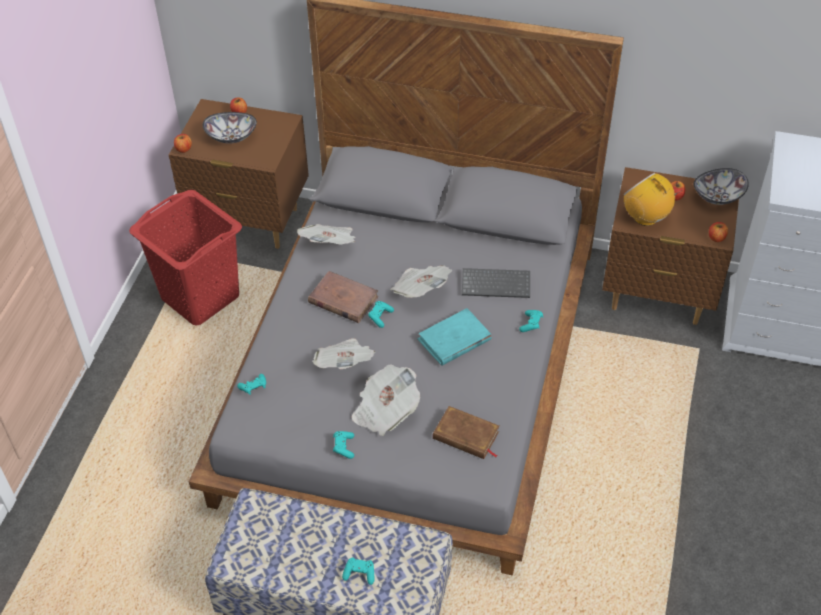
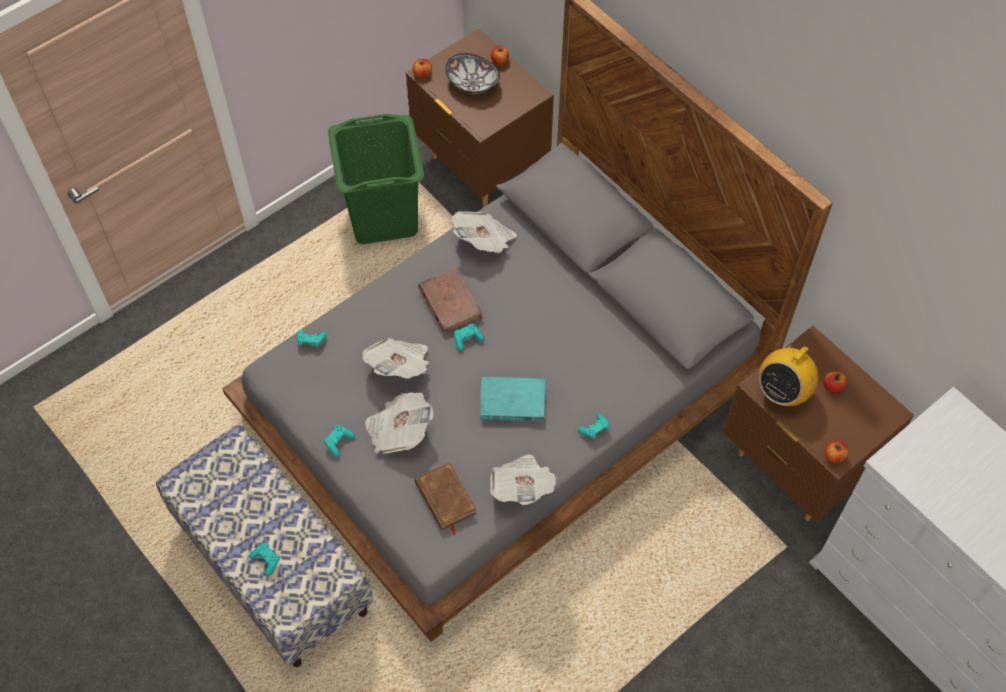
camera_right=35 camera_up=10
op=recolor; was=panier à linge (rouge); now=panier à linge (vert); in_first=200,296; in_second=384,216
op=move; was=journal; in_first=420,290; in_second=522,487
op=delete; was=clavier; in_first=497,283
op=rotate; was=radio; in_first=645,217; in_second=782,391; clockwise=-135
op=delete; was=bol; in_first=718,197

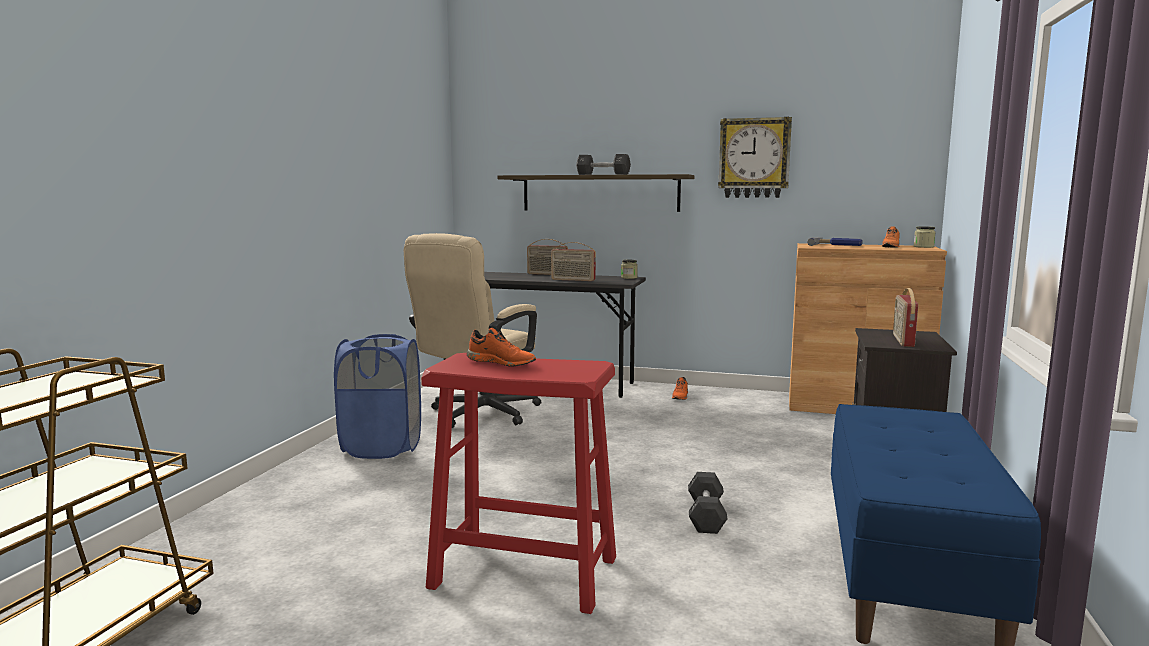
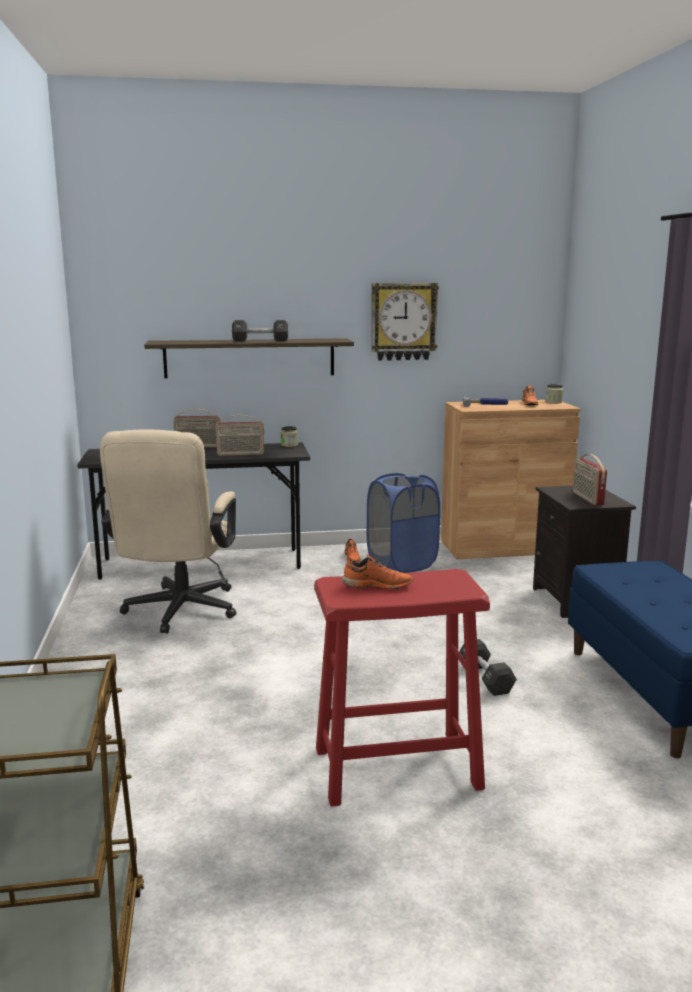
camera_right=-25 camera_up=5
op=move; was=panier à linge (bleu); in_first=382,447; in_second=402,563

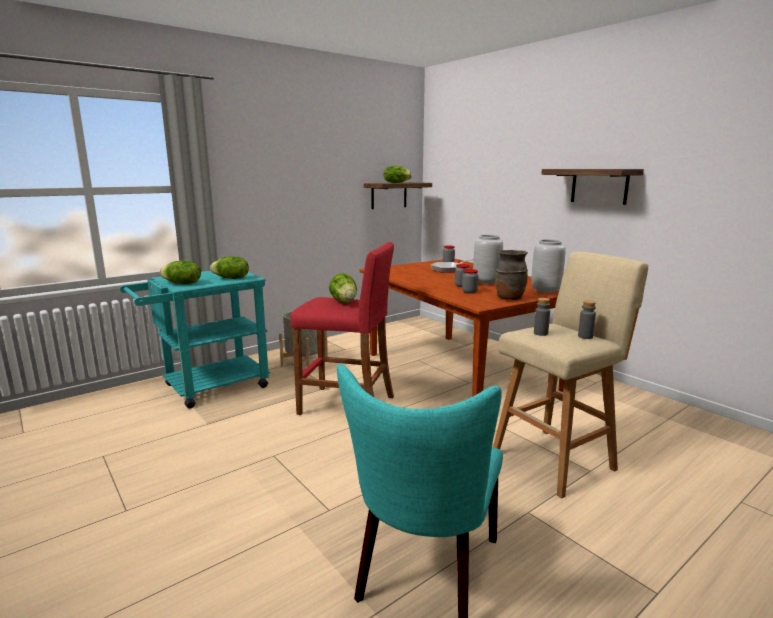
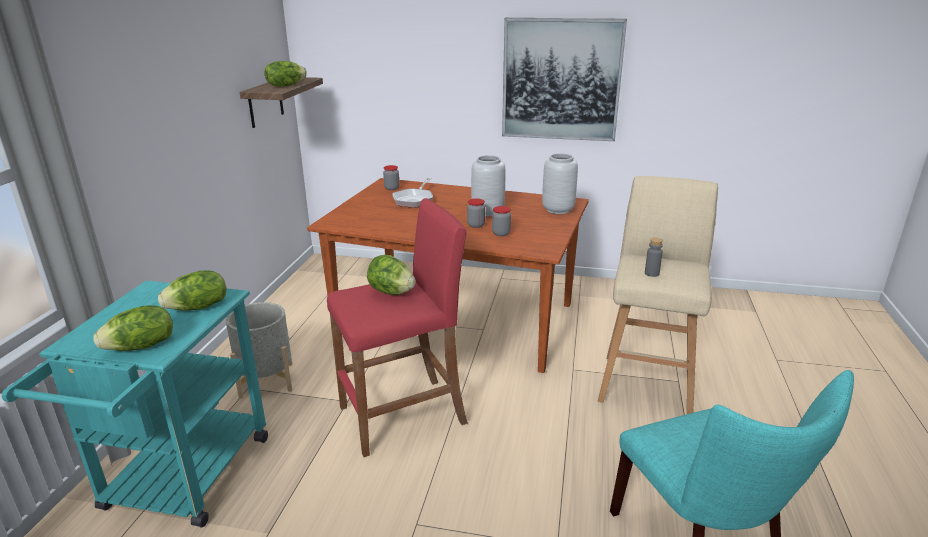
camera_right=-40 camera_up=10
op=delete; was=vase (marron); in_first=509,298
op=replace; was=étagère; now=tableau; in_first=599,186; in_second=561,80
op=delete; was=bouteille (gris); in_first=585,336

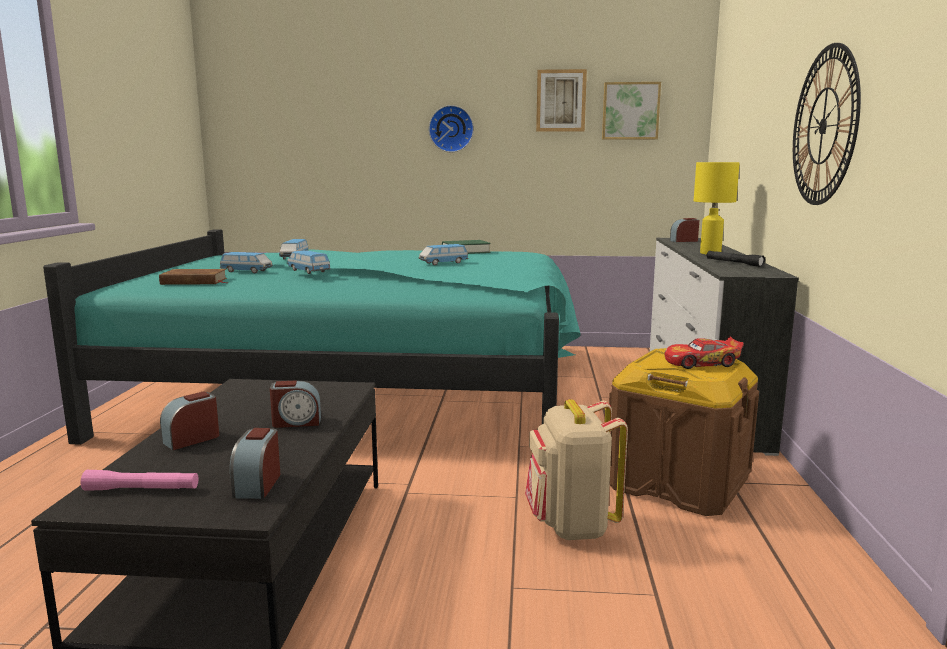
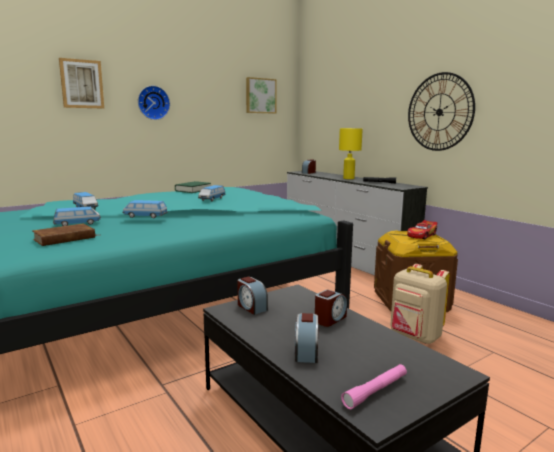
camera_right=-40 camera_up=0
op=move; was=réveil; in_first=257,485; in_second=251,307
op=move; was=tableau; in_first=561,101; in_second=81,84

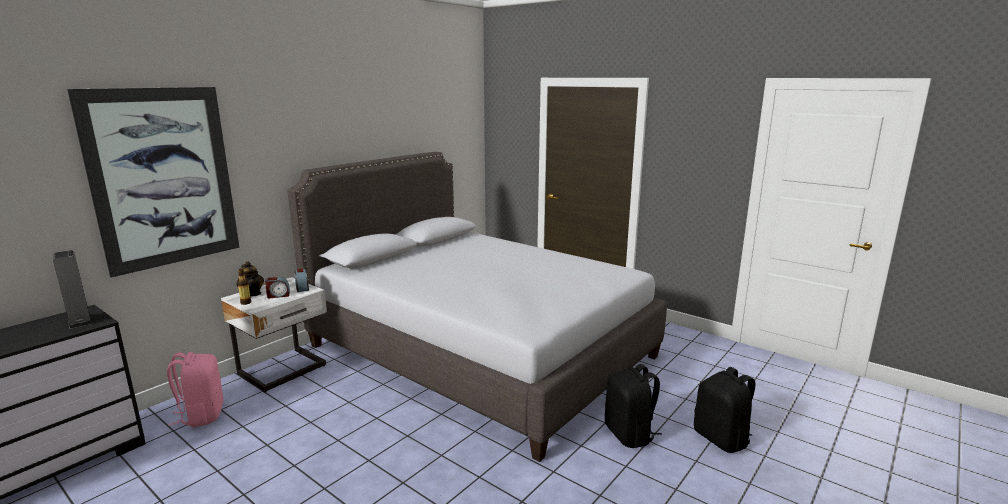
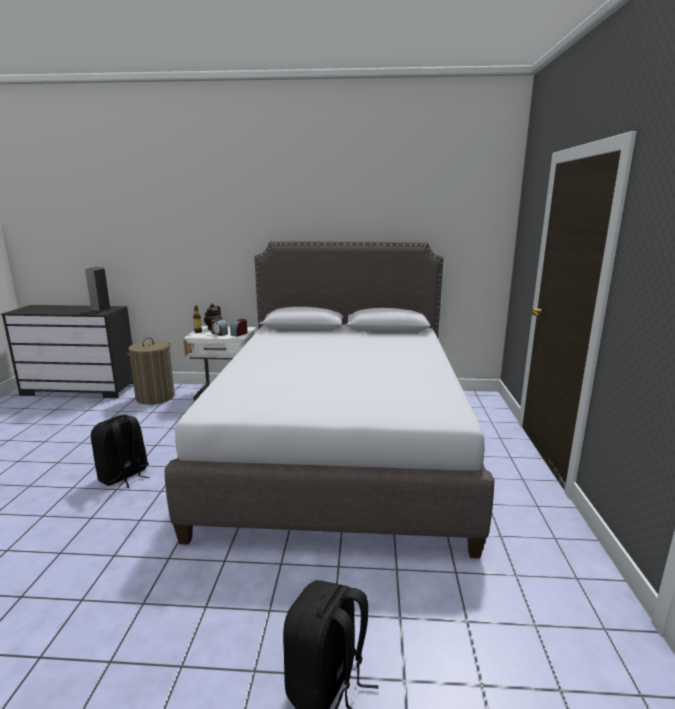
camera_right=55 camera_up=0
op=delete; was=tableau; in_first=163,178
op=replace; was=sac à dos (rose); now=panier à linge; in_first=202,415; in_second=155,397
op=move; was=sac à dos (noir); in_first=630,434; in_second=124,476

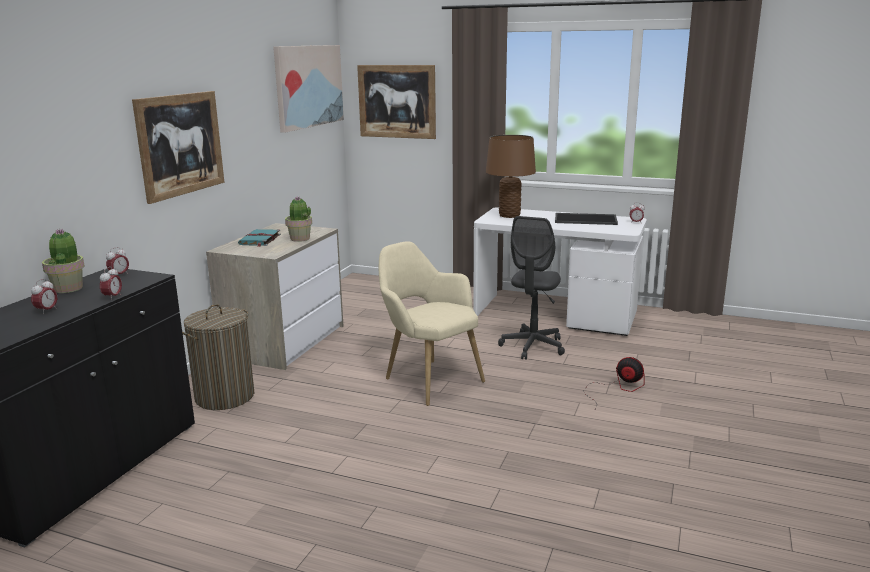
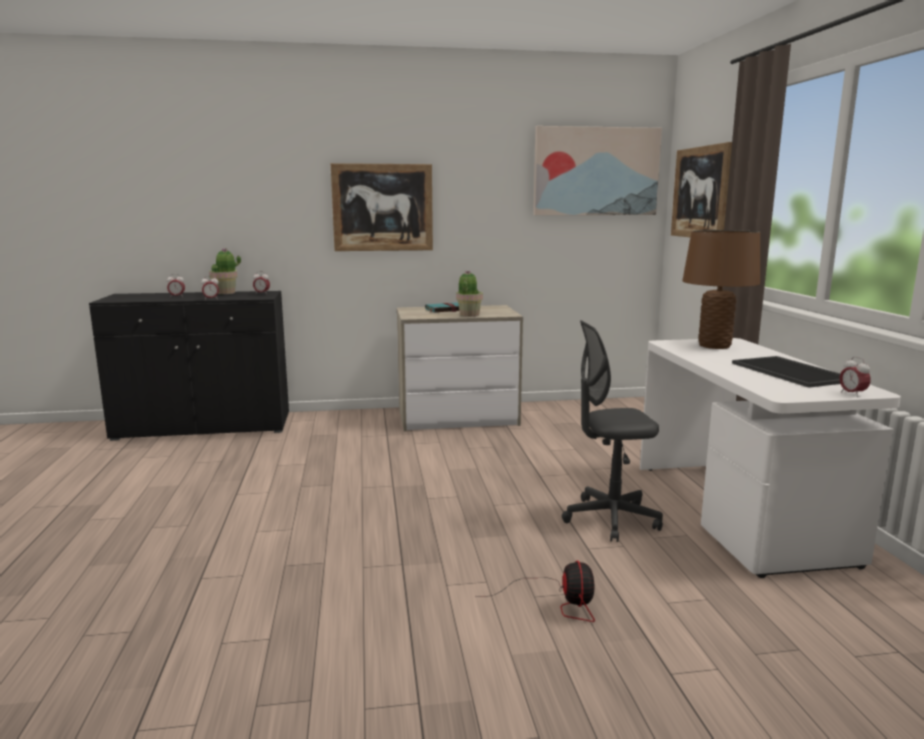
camera_right=60 camera_up=-5
op=delete; was=panier à linge; in_first=225,396
op=delete; was=fauteuil (beige); in_first=428,379

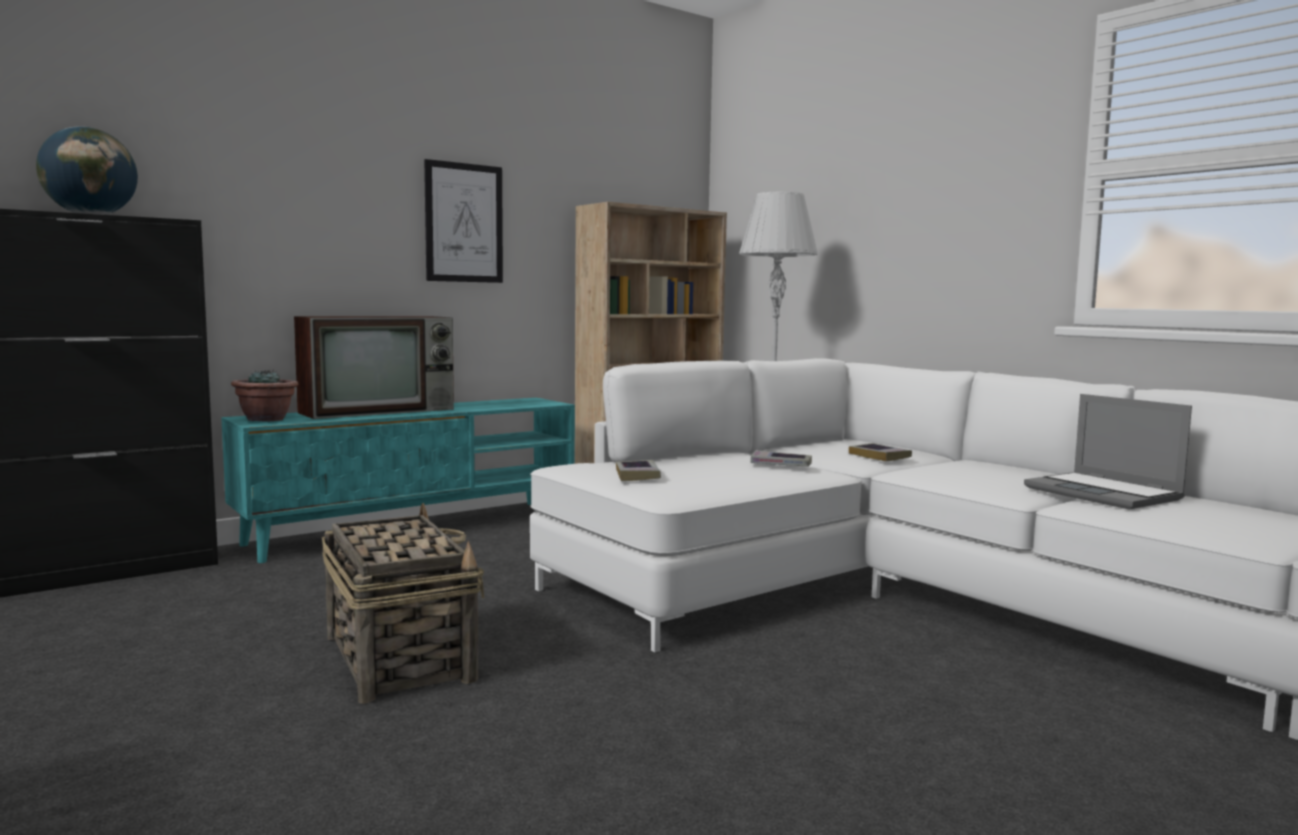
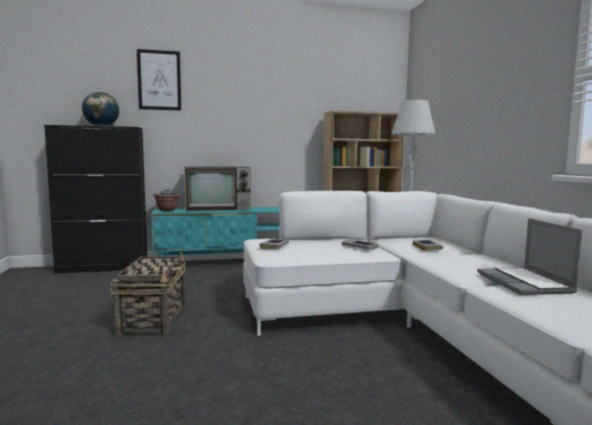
camera_right=25 camera_up=0
op=move; was=tableau; in_first=464,223; in_second=159,80

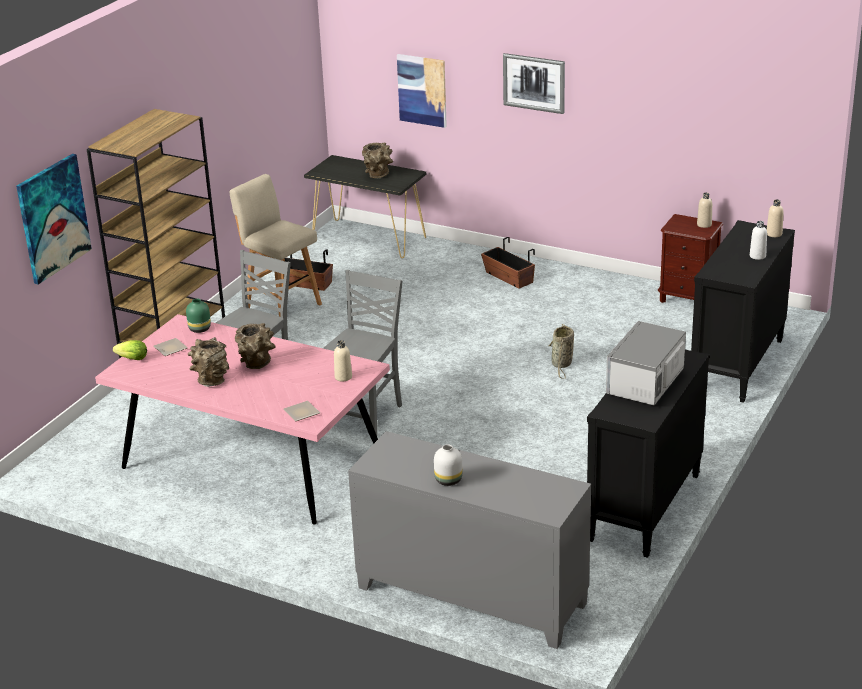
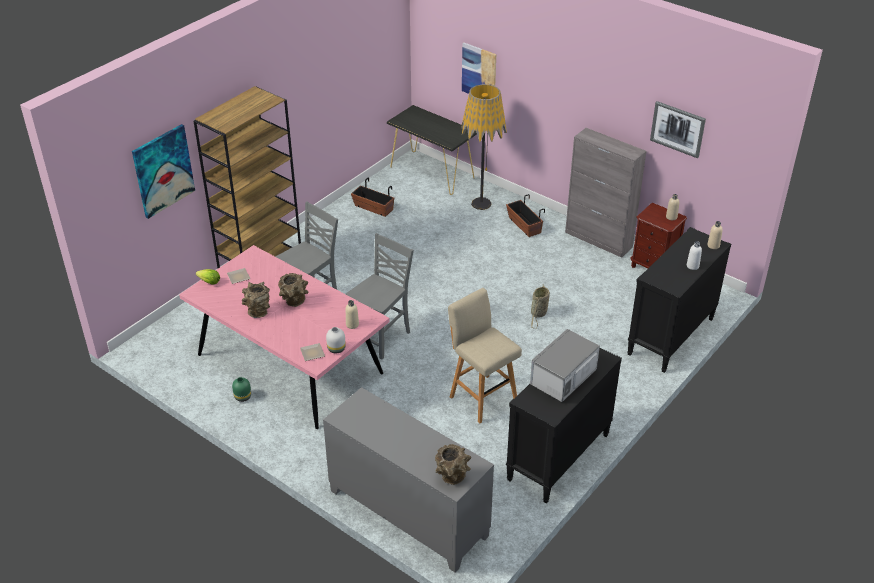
camera_right=10 camera_up=10
op=move; was=vase (vert); in_first=200,329; in_second=243,397
op=move; was=tabouret (beige); in_first=281,306; in_second=482,397
op=move; was=vase (marron); in_first=378,176; in_second=452,478
op=move; was=vase (blanc); in_first=447,480; in_second=336,349
op=move; was=tableau; in_first=534,83; in_second=677,129
op=insert; now=lampadaire; in_second=481,203
op=insert; now=meuble de rangement (gris); in_second=598,240

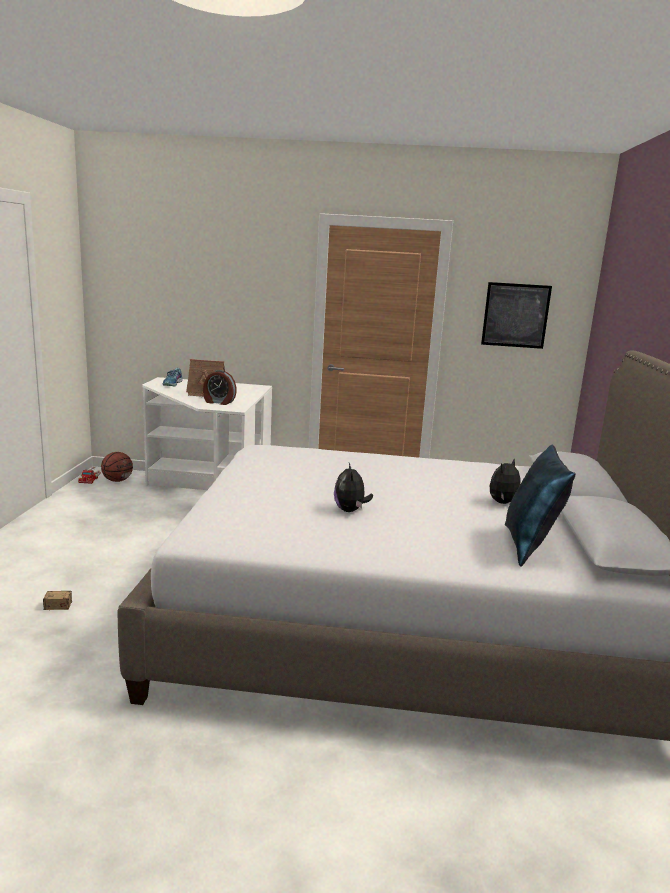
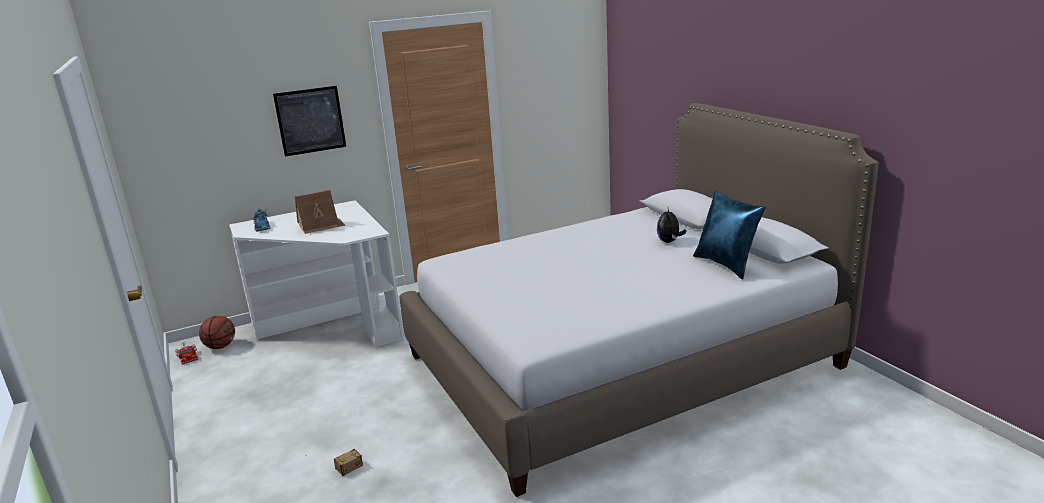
camera_right=-30 camera_up=5
op=delete; was=réveil; in_first=219,402
op=delete; was=peluche; in_first=350,510
op=move; was=tableau; in_first=515,315; in_second=310,120

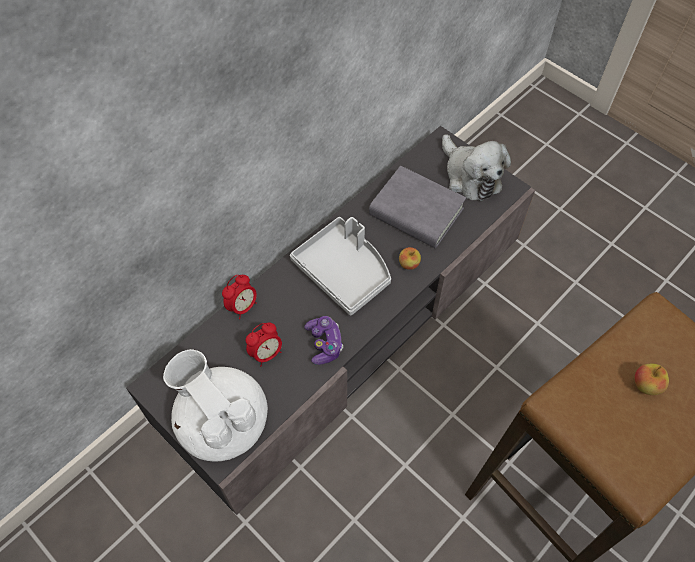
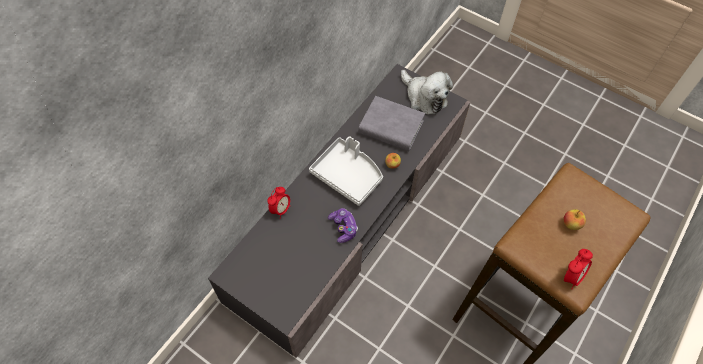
camera_right=-10 camera_up=0
op=delete; was=théière (blanc); in_first=222,422
op=move; was=réveil; in_first=266,353; in_second=571,276

